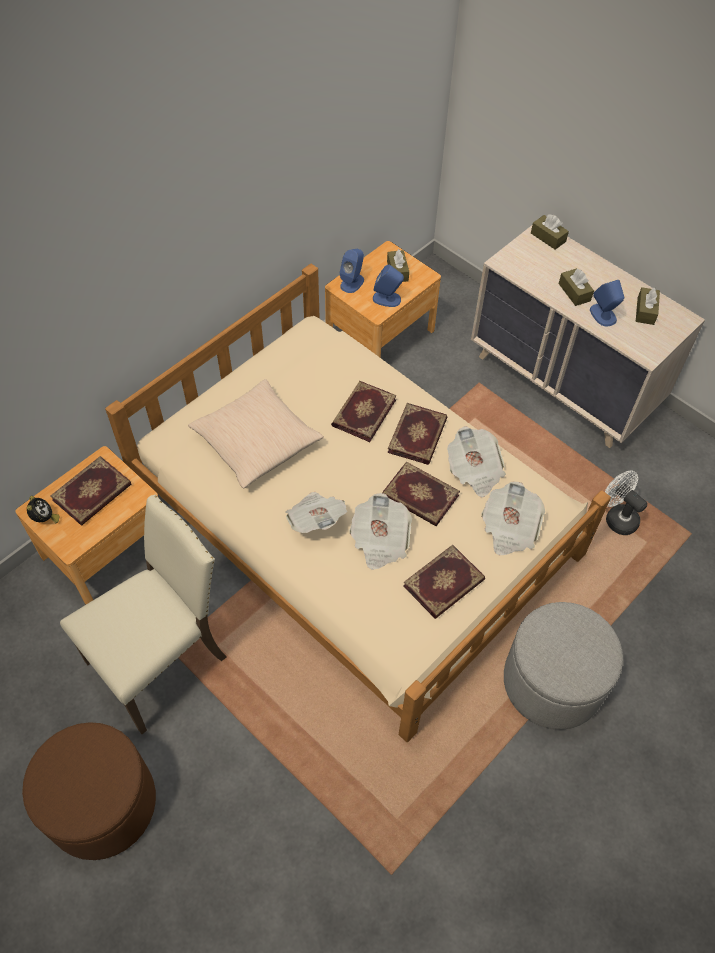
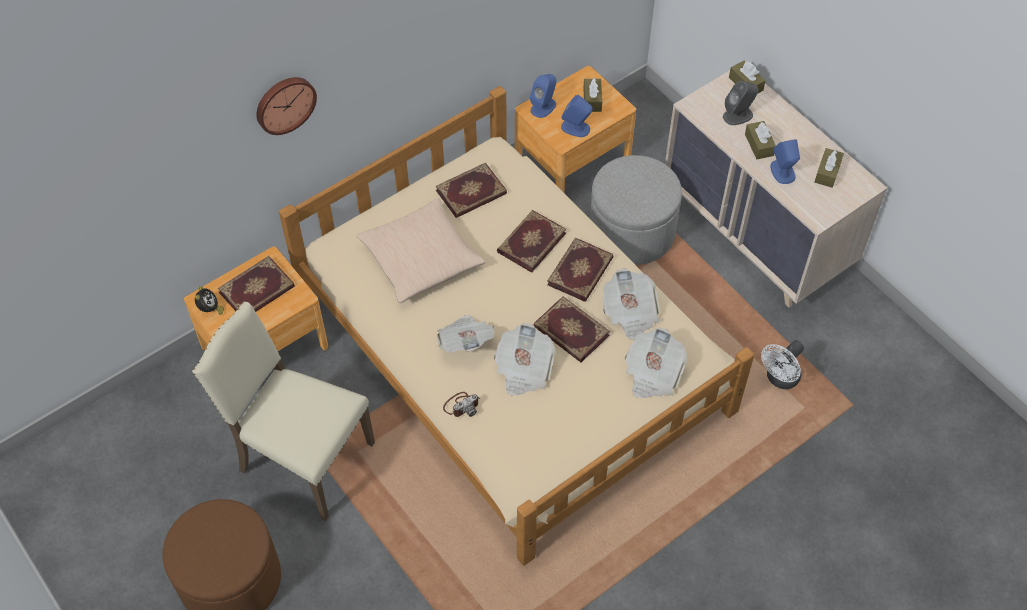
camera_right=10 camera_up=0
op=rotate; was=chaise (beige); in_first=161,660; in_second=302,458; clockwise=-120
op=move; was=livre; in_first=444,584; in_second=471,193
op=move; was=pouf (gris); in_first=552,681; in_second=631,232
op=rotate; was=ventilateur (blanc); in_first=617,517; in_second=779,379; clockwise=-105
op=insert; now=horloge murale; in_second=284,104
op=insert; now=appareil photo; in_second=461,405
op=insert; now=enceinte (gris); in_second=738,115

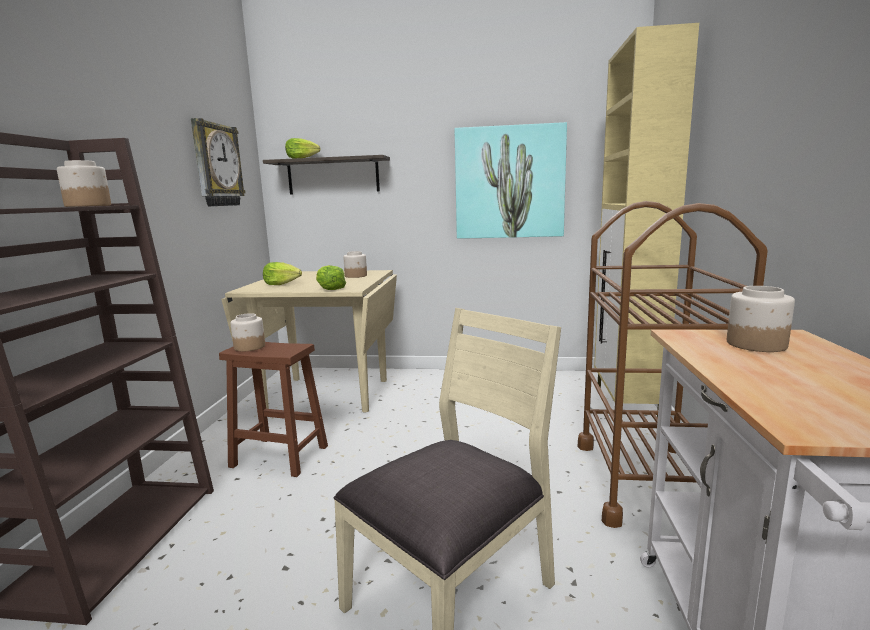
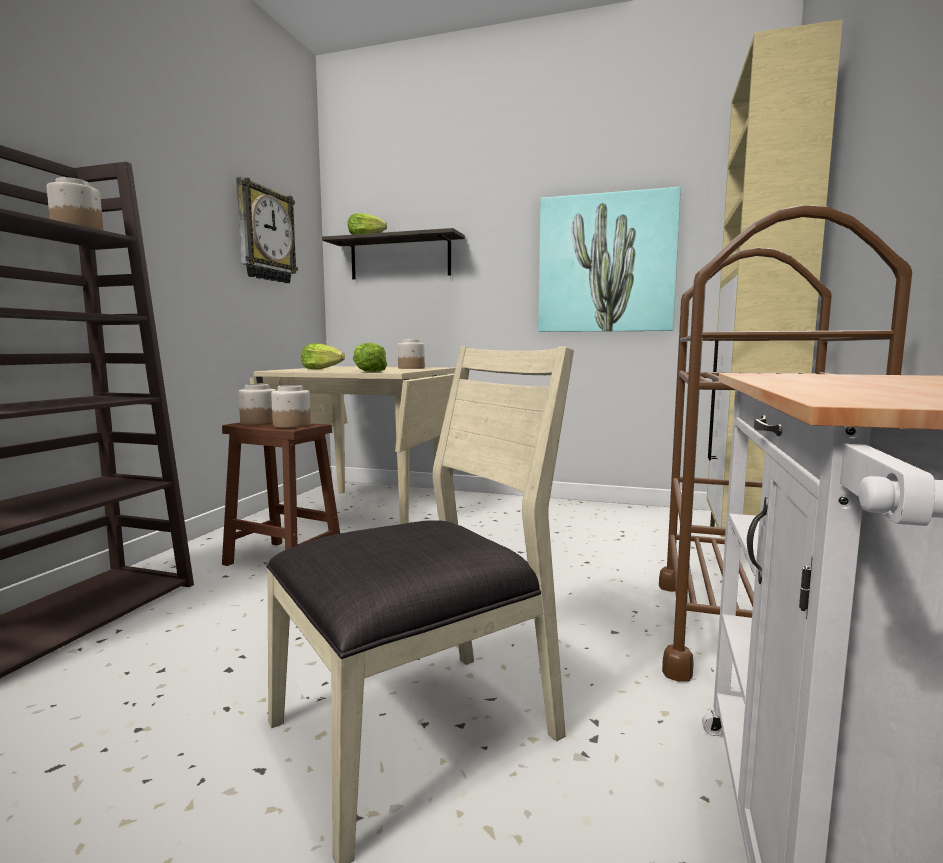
camera_right=10 camera_up=-5
op=move; was=bocal; in_first=755,344; in_second=291,425

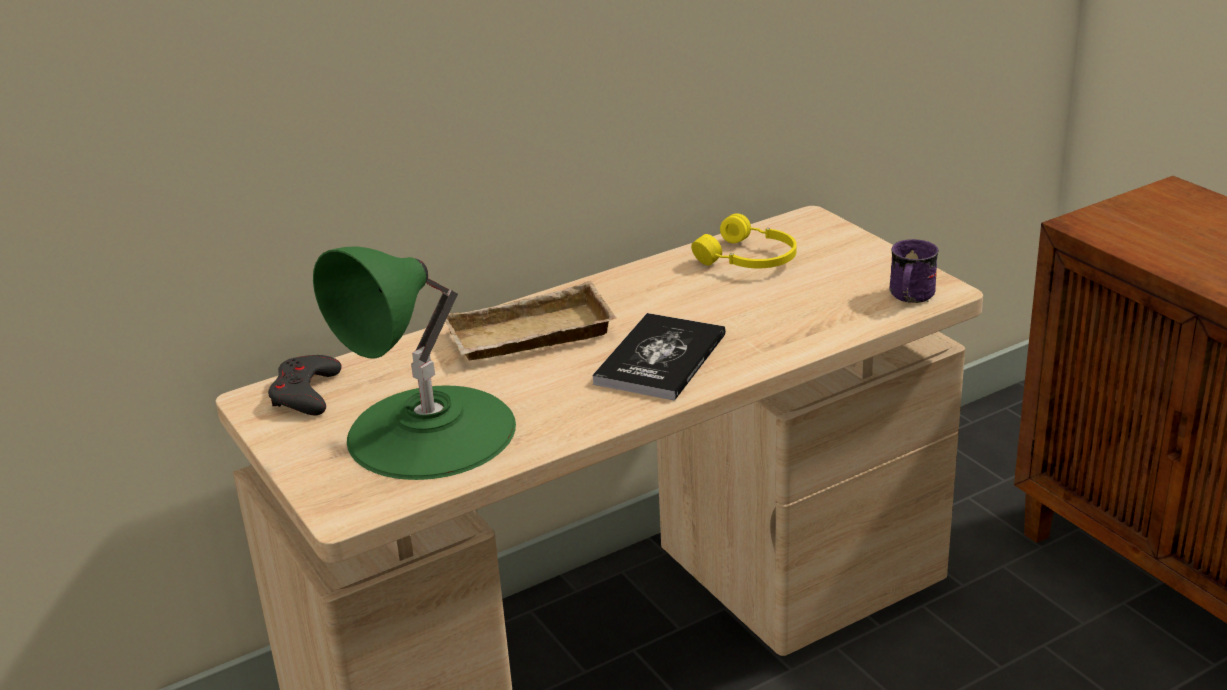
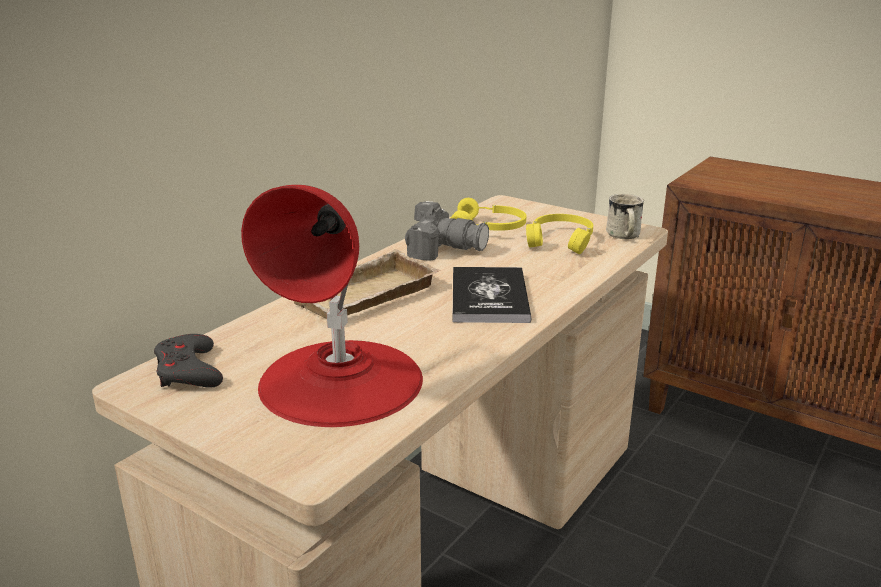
camera_right=-25 camera_up=-5
op=recolor; was=lampe de table (vert); now=lampe de table (rouge); in_first=431,431; in_second=341,381
op=recolor; was=mug (violet); now=mug (blanc); in_first=909,297; in_second=623,236
op=insert; now=appareil photo; in_second=444,249
op=insert; now=casque audio (jaune); in_second=561,241

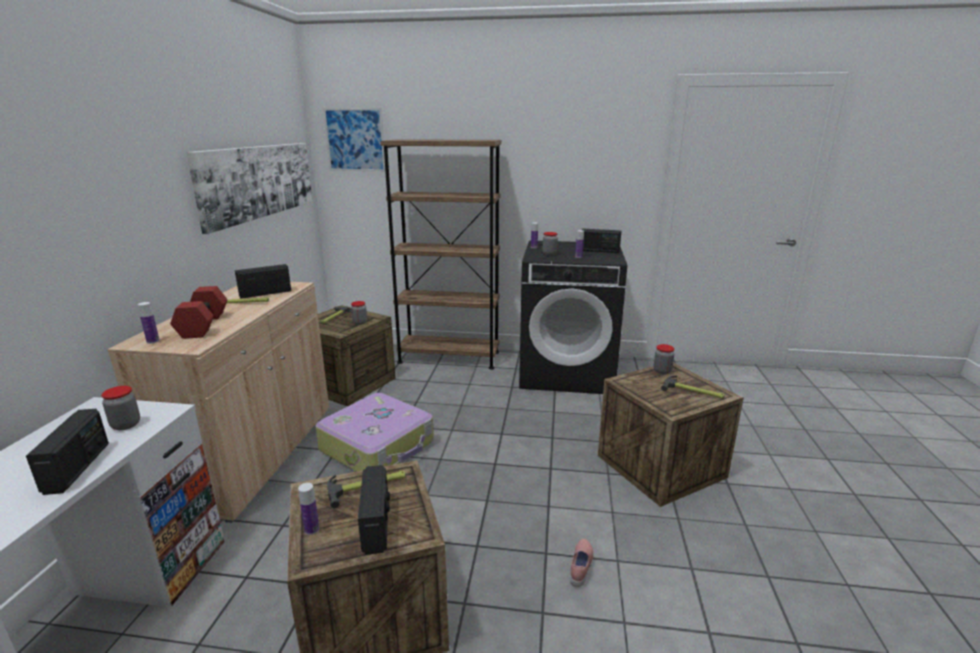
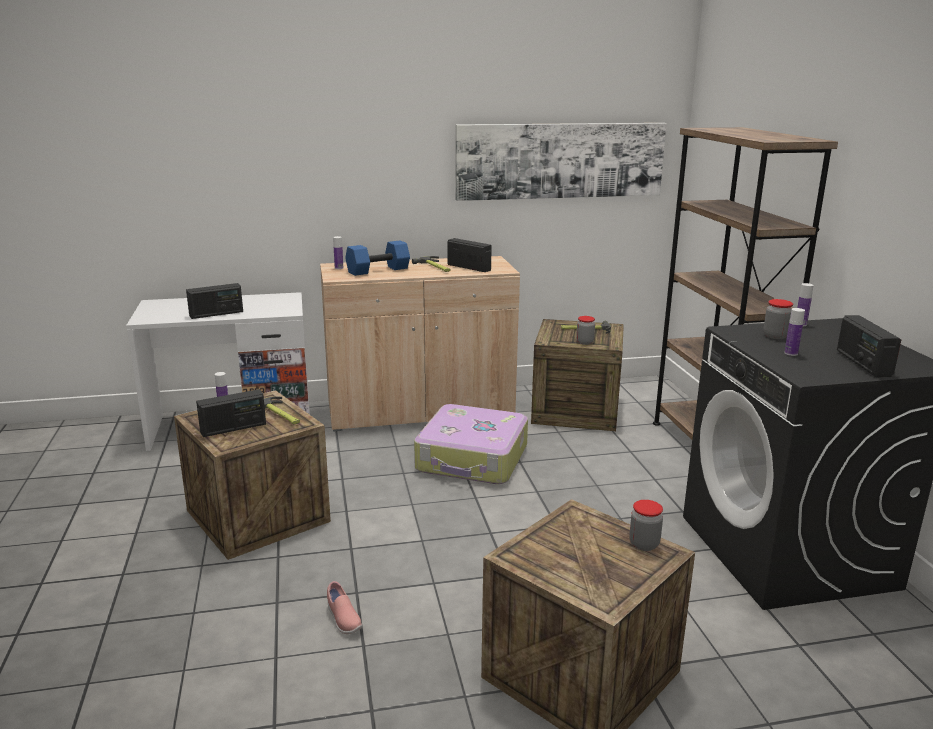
camera_right=70 camera_up=0
op=delete; was=bocal; in_first=126,425
op=recolor; was=haltère (rouge); now=haltère (bleu); in_first=202,325; in_second=378,270
op=delete; was=tableau; in_first=355,140
op=rotate; was=chaussure (rose); in_first=581,567; in_second=343,619; clockwise=60
op=delete; was=marteau; in_first=693,391

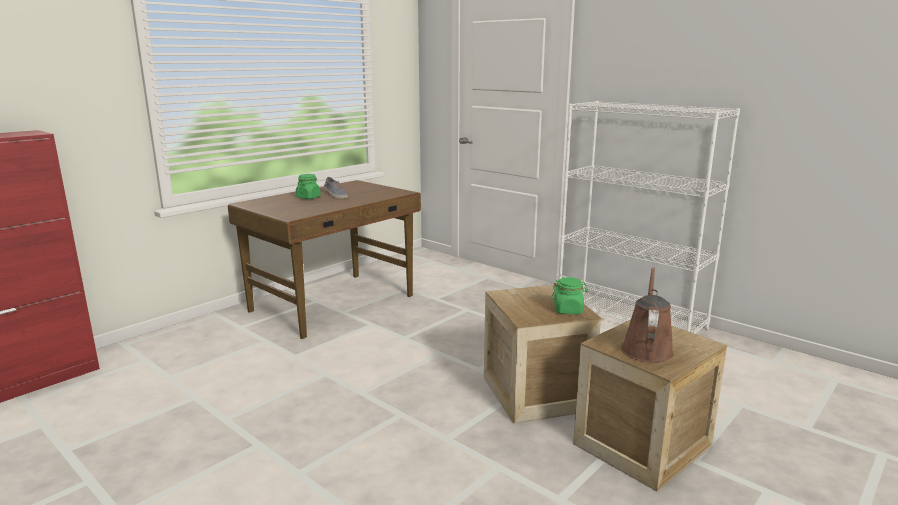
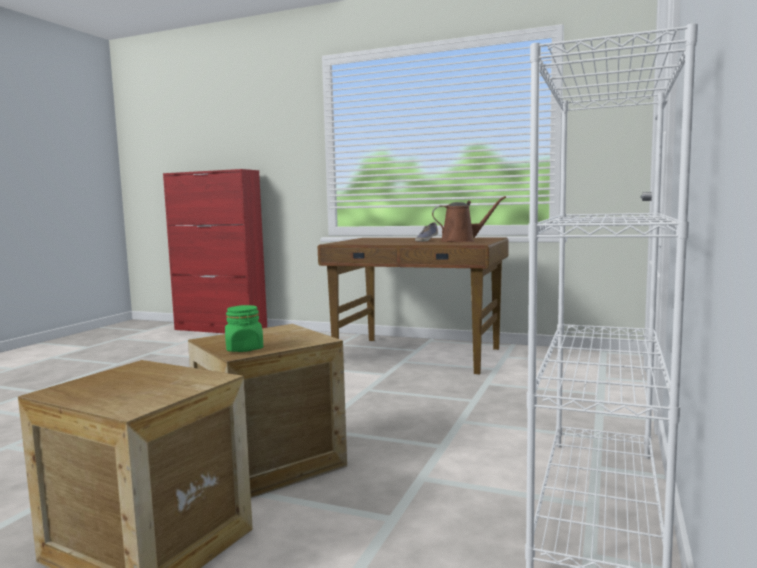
camera_right=70 camera_up=-10
op=delete; was=bocal (vert); in_first=308,197
op=move; was=arrosoir (marron); in_first=646,348; in_second=461,241

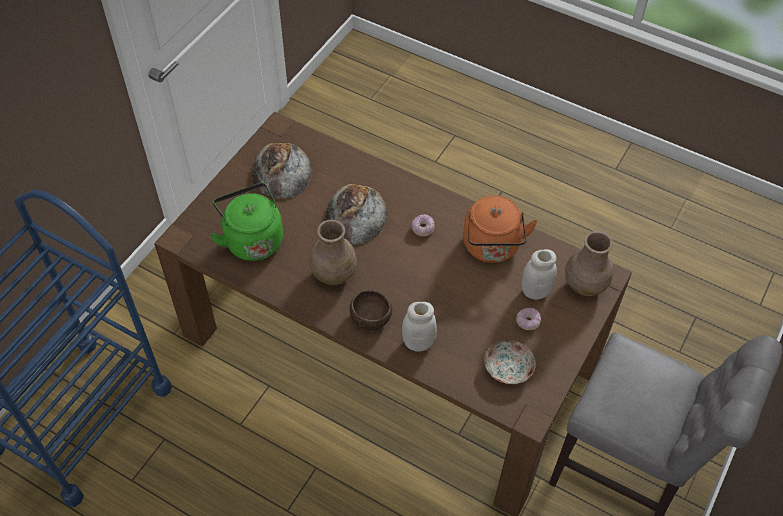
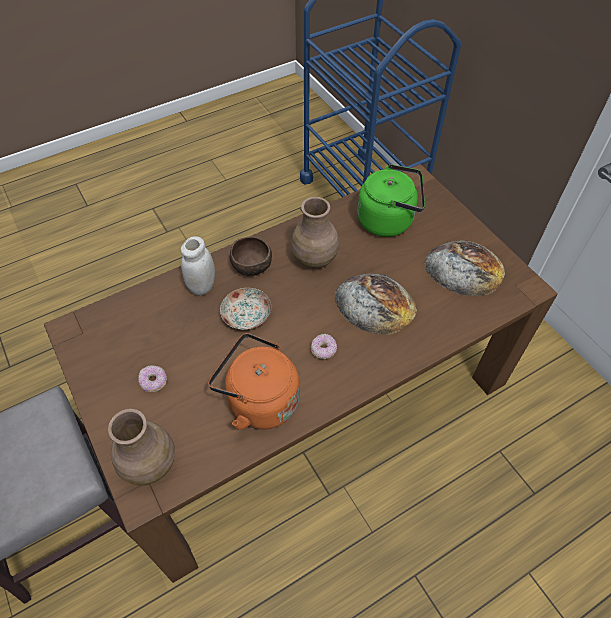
camera_right=120 camera_up=0
op=move; was=assiette; in_first=508,367; in_second=246,316
op=delete; was=bocal (blanc); in_first=535,291

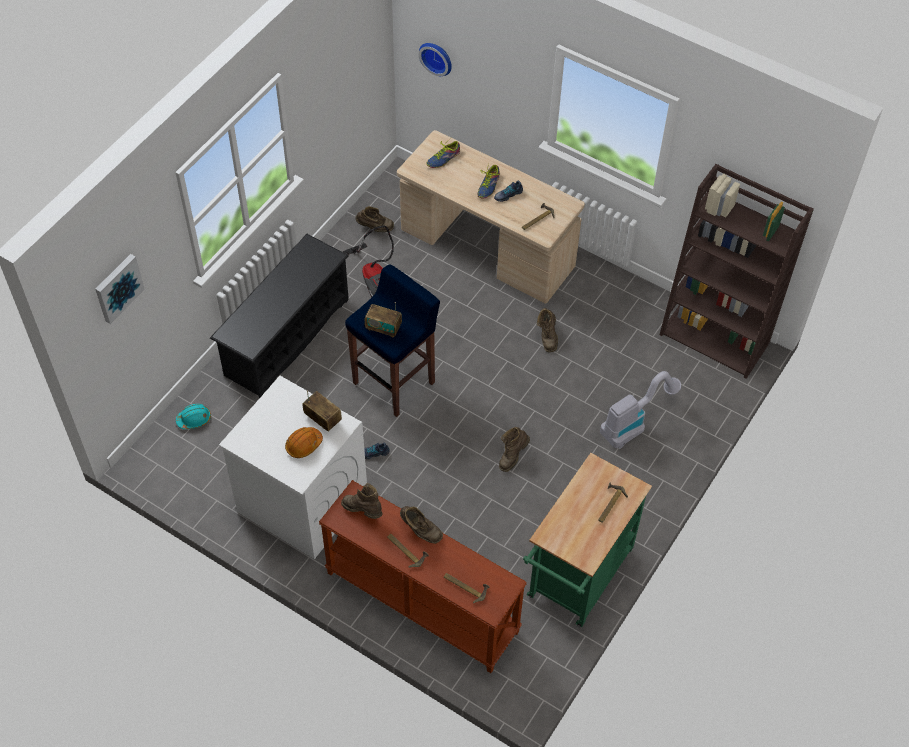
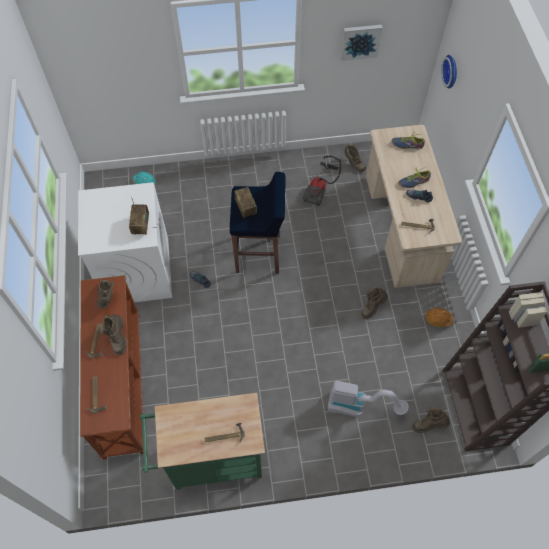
camera_right=50 camera_up=5
op=move; was=tableau; in_first=117,287; in_second=360,41
op=delete; was=étagère à chaussures (noir); in_first=286,337
op=move; was=casque de chantier (orange); in_first=303,445; in_second=438,319
op=move; was=botte (marron); in_first=512,456; in_second=429,425

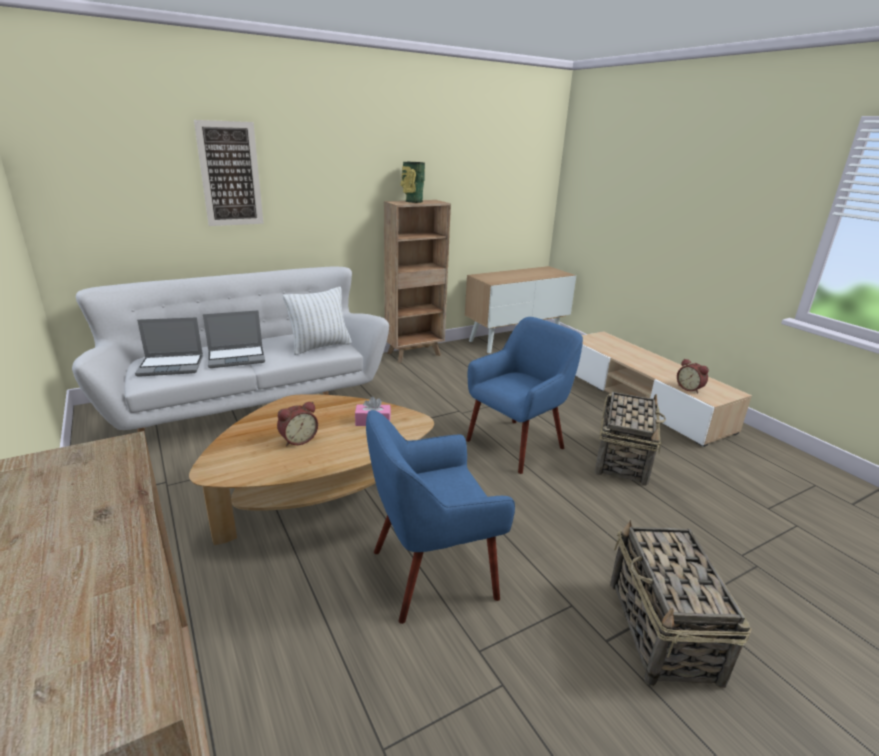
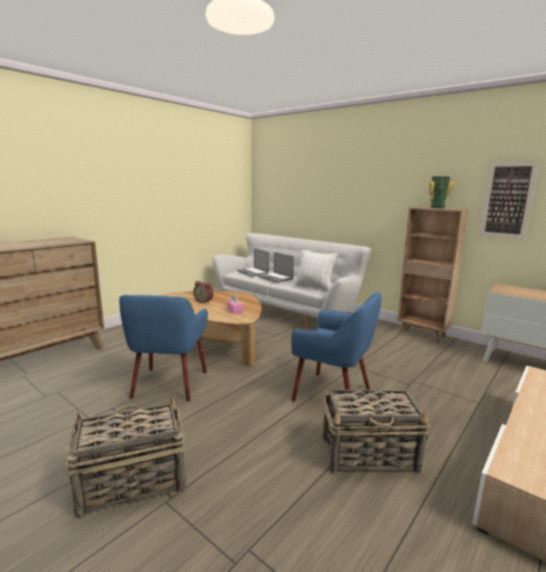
camera_right=70 camera_up=-10
op=move; was=tableau; in_first=230,174; in_second=507,200
op=rotate; was=fauteuil (bleu); in_first=431,572; in_second=168,384; clockwise=-135
op=delete; was=réveil; in_first=690,388

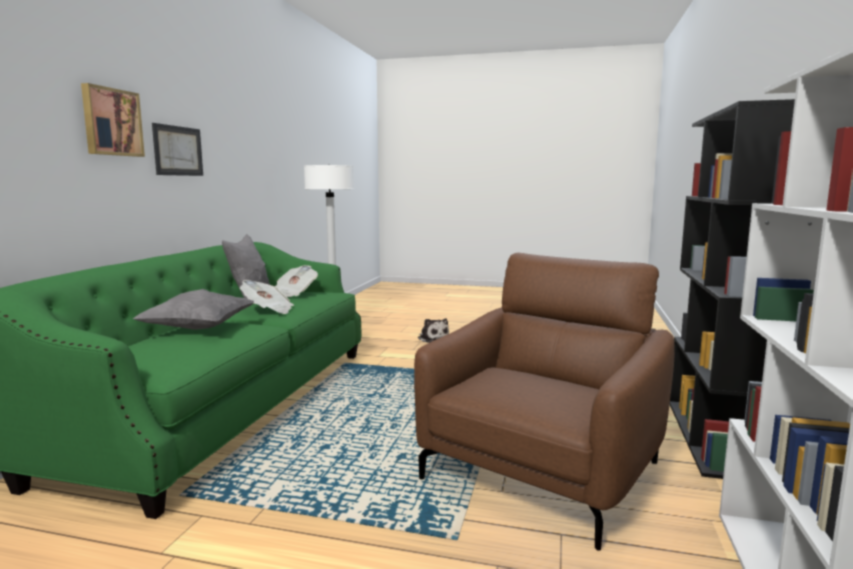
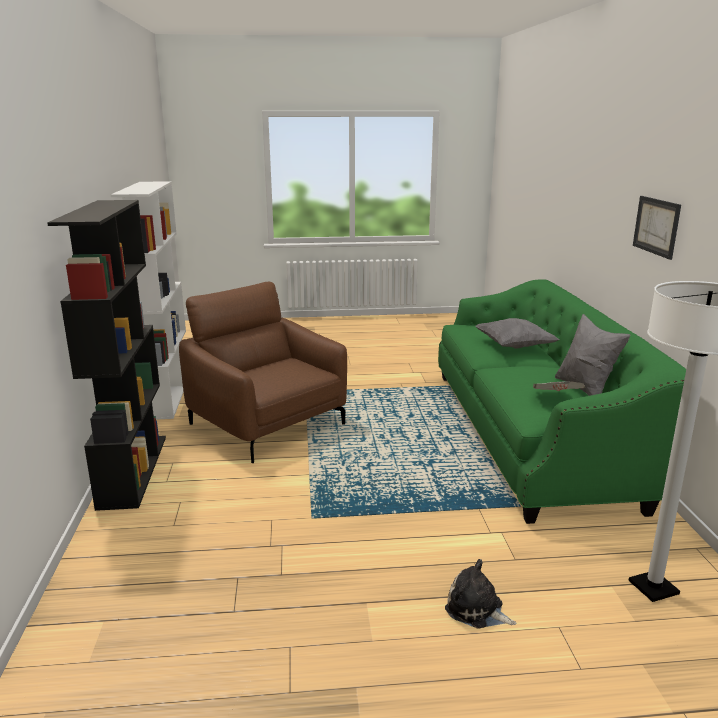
camera_right=160 camera_up=10
op=delete; was=tableau; in_first=111,122
op=delete; was=journal; in_first=268,310
op=rotate; was=fauteuil (marron); in_first=541,471; in_second=268,424; clockwise=120

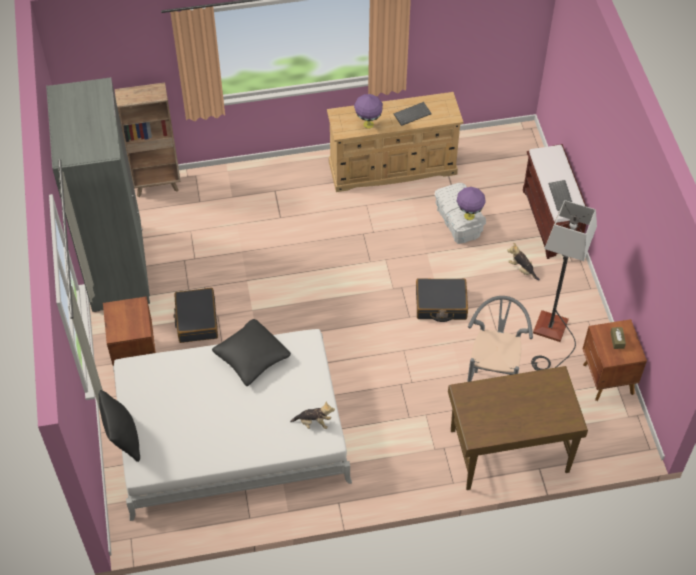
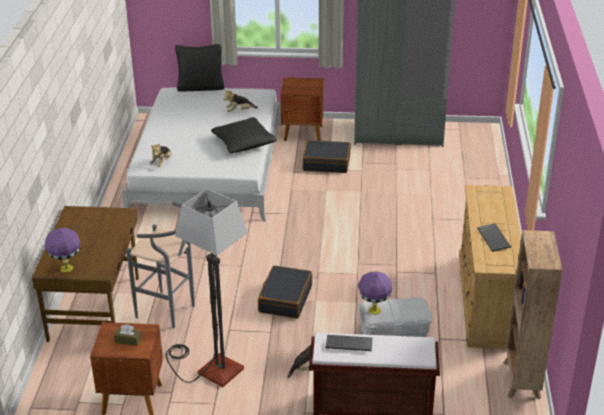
camera_right=105 camera_up=-20
op=move; was=bibliothèque (marron); in_first=157,185; in_second=521,381
op=move; was=lampe de table (violet); in_first=368,125; in_second=66,268
op=insert; now=peluche; in_second=239,111

